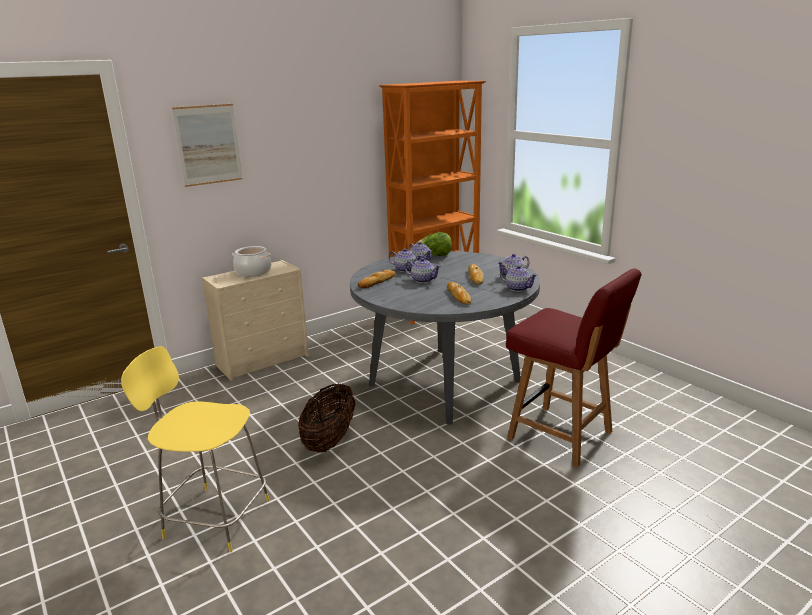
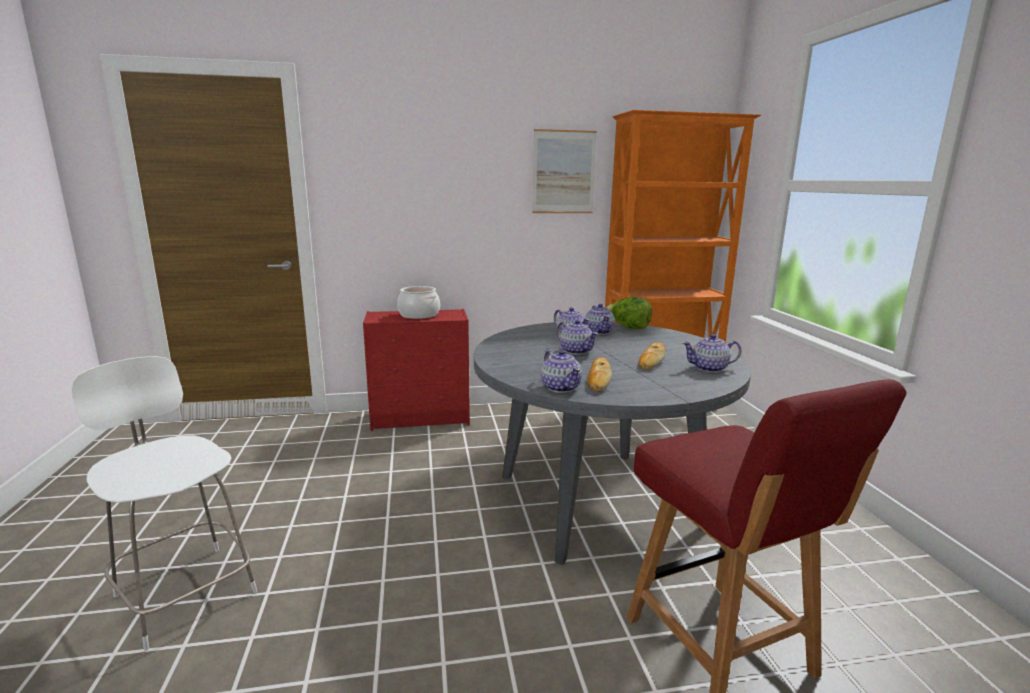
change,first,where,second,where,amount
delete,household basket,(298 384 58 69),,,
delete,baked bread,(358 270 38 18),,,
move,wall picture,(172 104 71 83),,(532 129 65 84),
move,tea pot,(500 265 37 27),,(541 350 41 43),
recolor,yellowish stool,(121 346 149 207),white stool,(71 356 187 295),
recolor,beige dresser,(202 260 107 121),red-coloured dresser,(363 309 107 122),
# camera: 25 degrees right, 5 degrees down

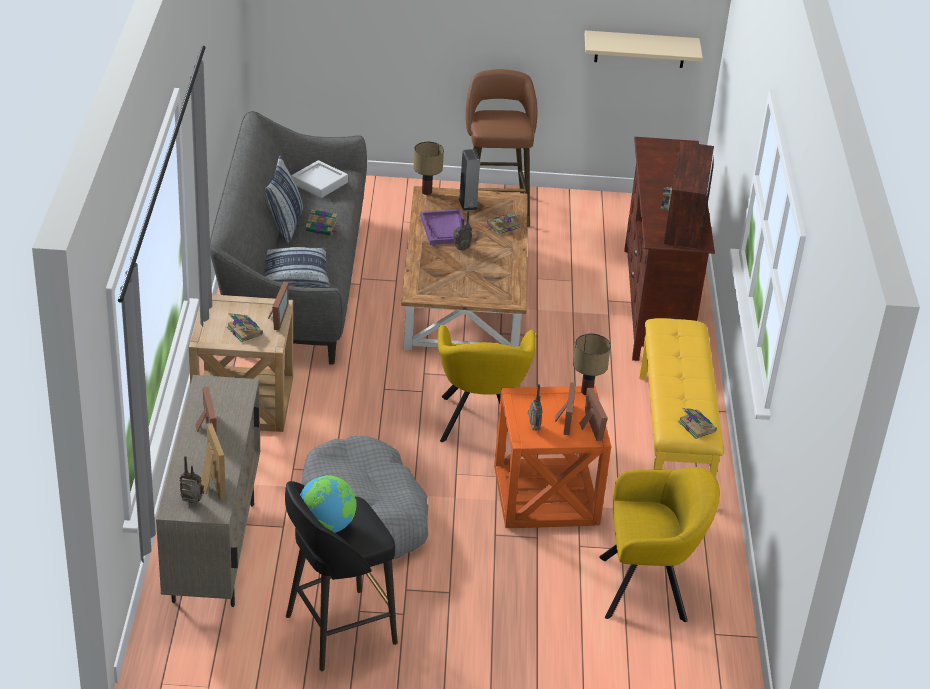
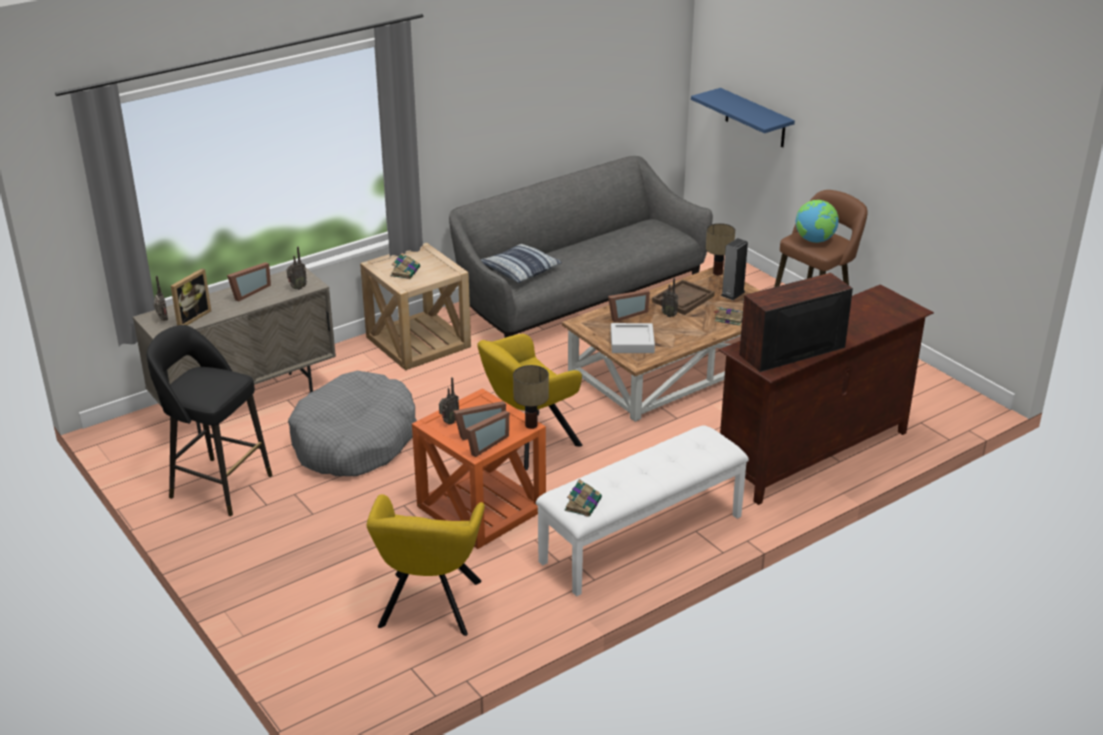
change,first,where,second,where,amount
delete,cushion,(265 156 38 87),,,
delete,bound book,(306 209 32 27),,,
delete,beige shelf,(585 30 118 38),,,
insert,,,radio,(286 247 21 43),
insert,,,bluish shelf,(691 88 104 59),
move,picture frame,(268 282 21 48),,(608 290 42 32),
move,grey serving tray,(292 160 56 38),,(611 323 44 30),
move,world globe,(300 475 57 58),,(796 200 43 43),
recolor,purplish serving tray,(420 209 46 36),brown serving tray,(652 279 63 36),
recolor,yellowish long seat,(639 318 84 160),white long seat,(536 425 213 172),
rotate,yellowish easy chair,(599 467 121 155),,(366 494 119 142),45 degrees clockwise
# camera: 55 degrees right, 5 degrees down

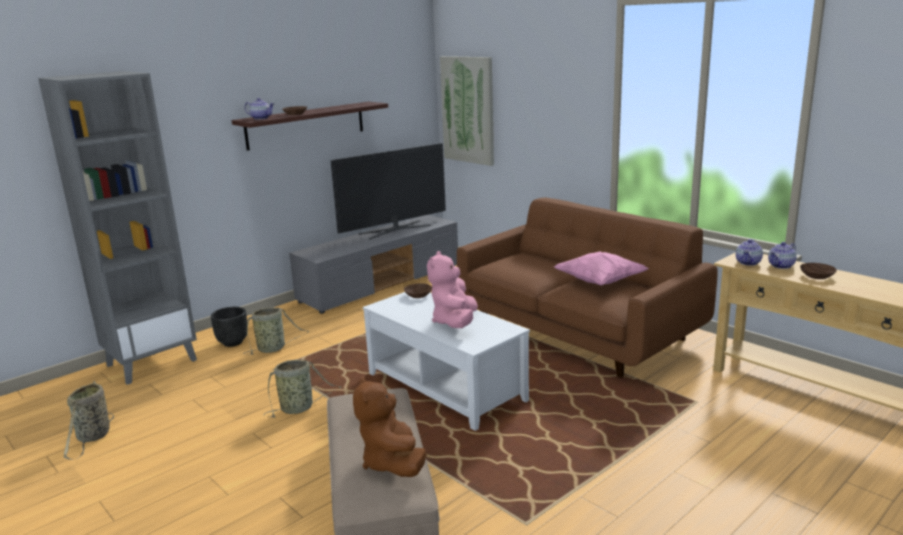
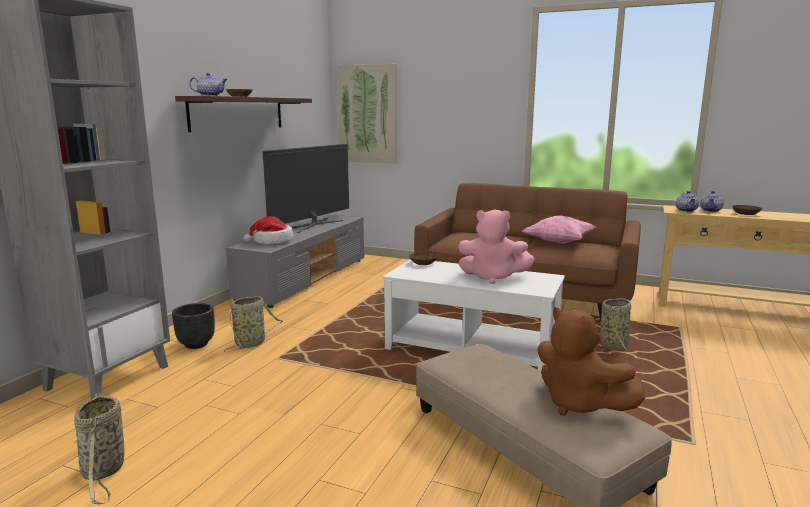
change,first,where,second,where,amount
insert,,,clothing hat,(244 216 50 28),
move,household basket,(263 360 79 58),,(600 298 31 56),
rotate,pink cuddly toy,(427 251 51 77),,(458 209 77 75),60 degrees counterclockwise
# camera: 25 degrees left, 5 degrees down

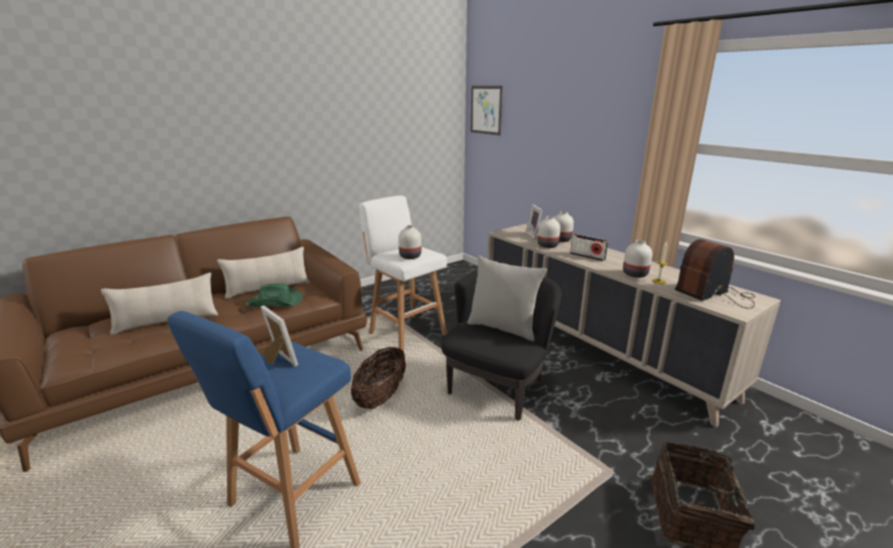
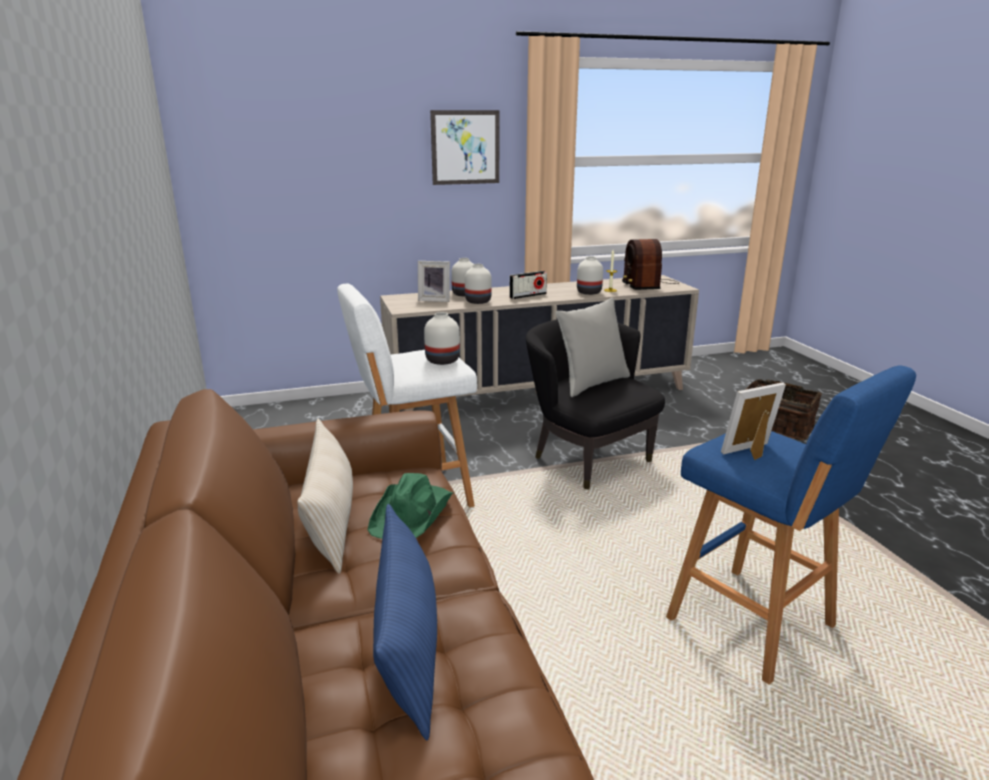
change,first,where,second,where,amount
delete,household basket,(351 347 55 62),,,
move,wall picture,(471 86 32 50),,(430 110 69 75),
recolor,beige cushion,(101 273 117 62),bluish cushion,(373 504 64 236),
# camera: 70 degrees left, 0 degrees up

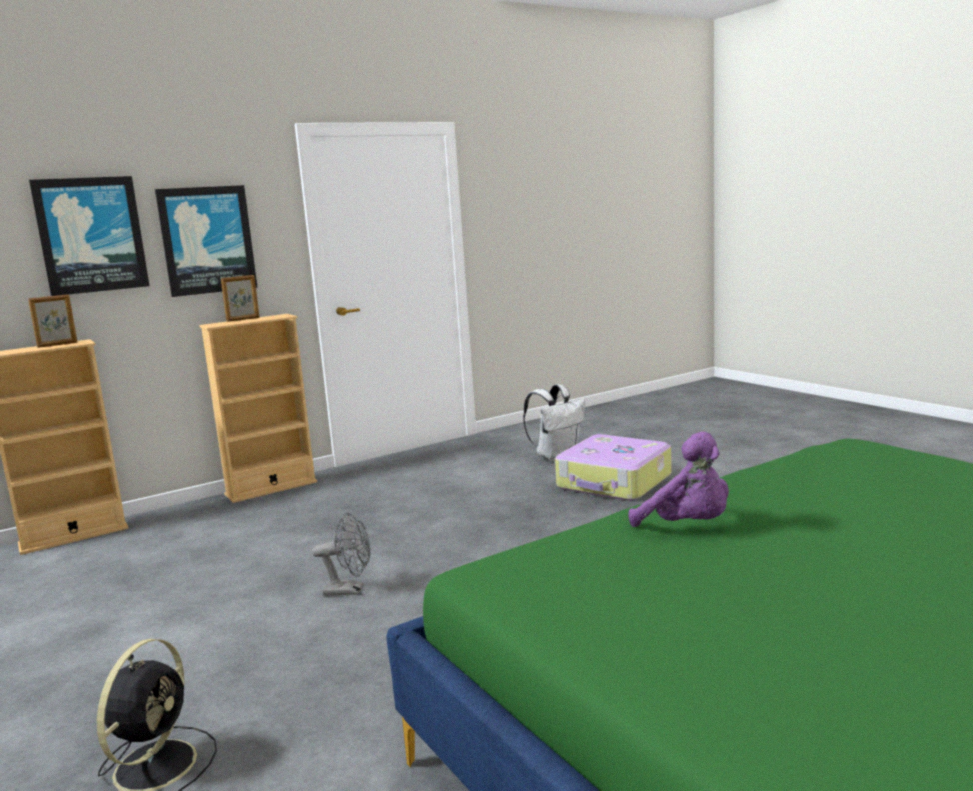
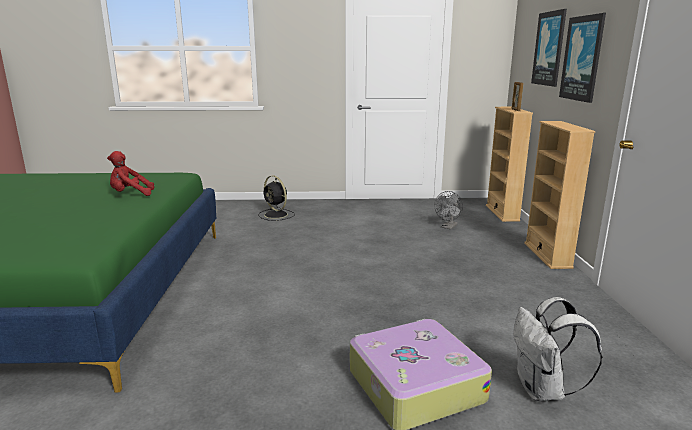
change,first,where,second,where,amount
delete,picture frame,(221 275 39 47),,,
move,grey electric fan,(312 513 59 82),,(435 191 28 38),
recolor,purplish cuddly toy,(628 432 101 95),red-coloured cuddly toy,(107 151 47 45),
# camera: 120 degrees right, 5 degrees up

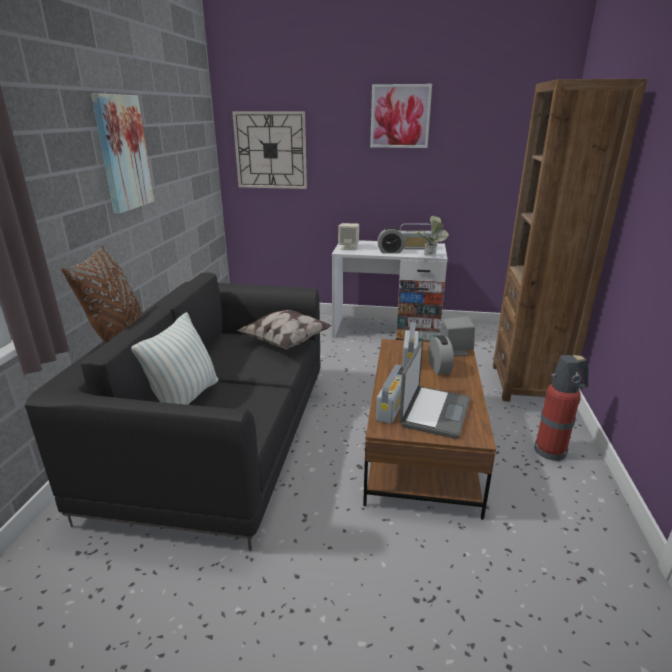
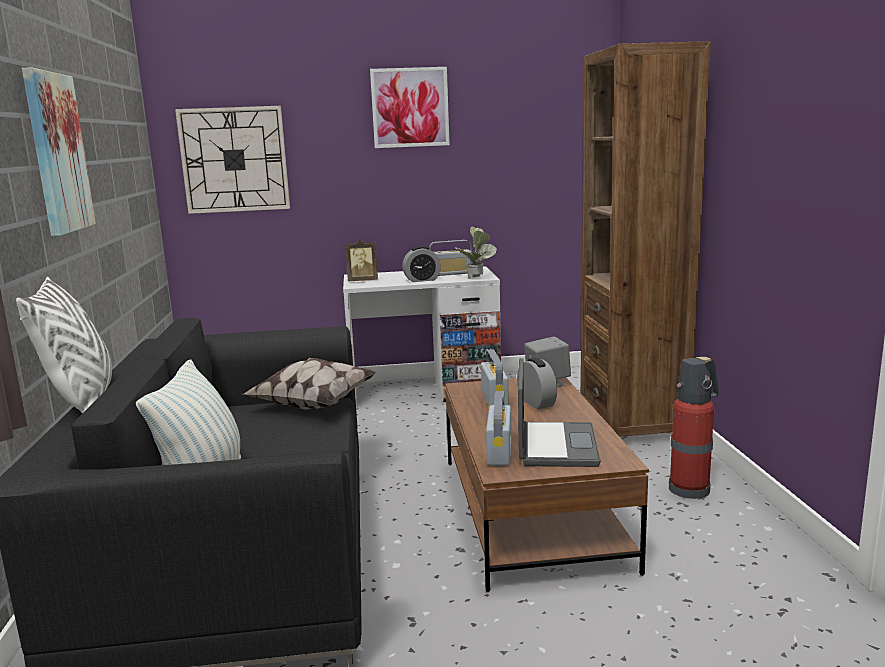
change,first,where,second,where,amount
replace,beige audio speaker,(338 223 21 27),picture frame,(345 239 33 42),
recolor,brown cushion,(61 246 81 96),white cushion,(16 277 96 137),
# camera: 15 degrees left, 10 degrees down

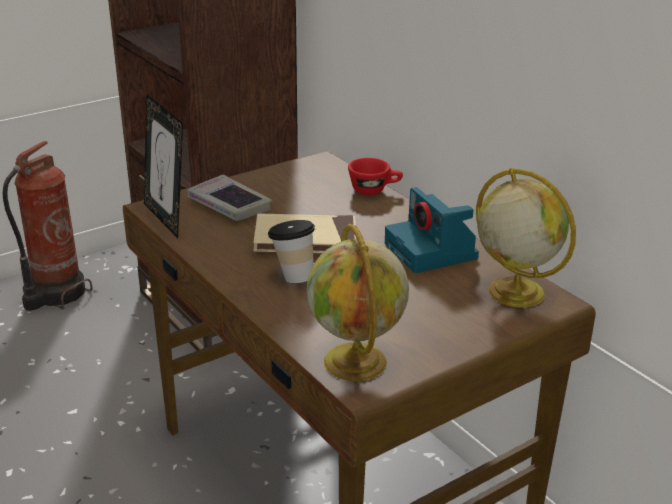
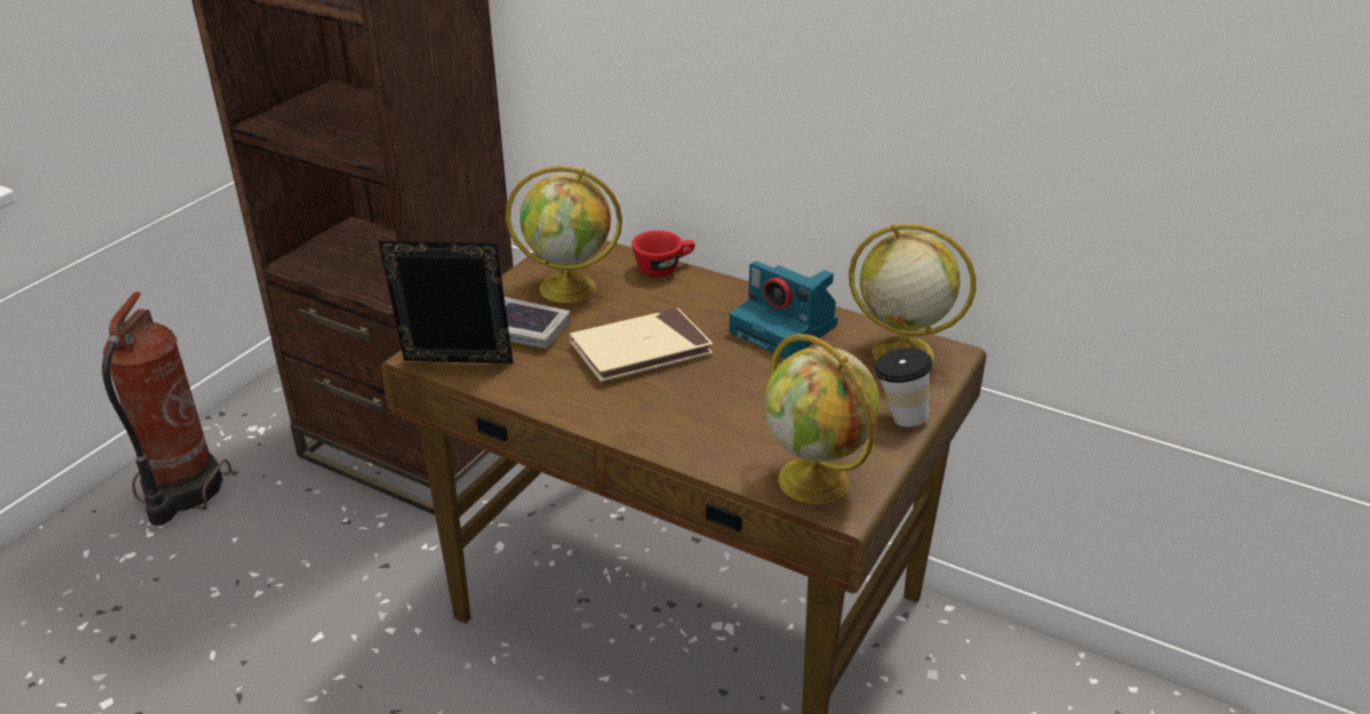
change,first,where,second,where,amount
insert,,,world globe,(505 166 117 137),
move,drinking cup,(268 220 47 63),,(874 348 58 79),
rotate,picture frame,(144 95 39 143),,(378 241 135 123),150 degrees clockwise
# camera: 25 degrees left, 5 degrees up

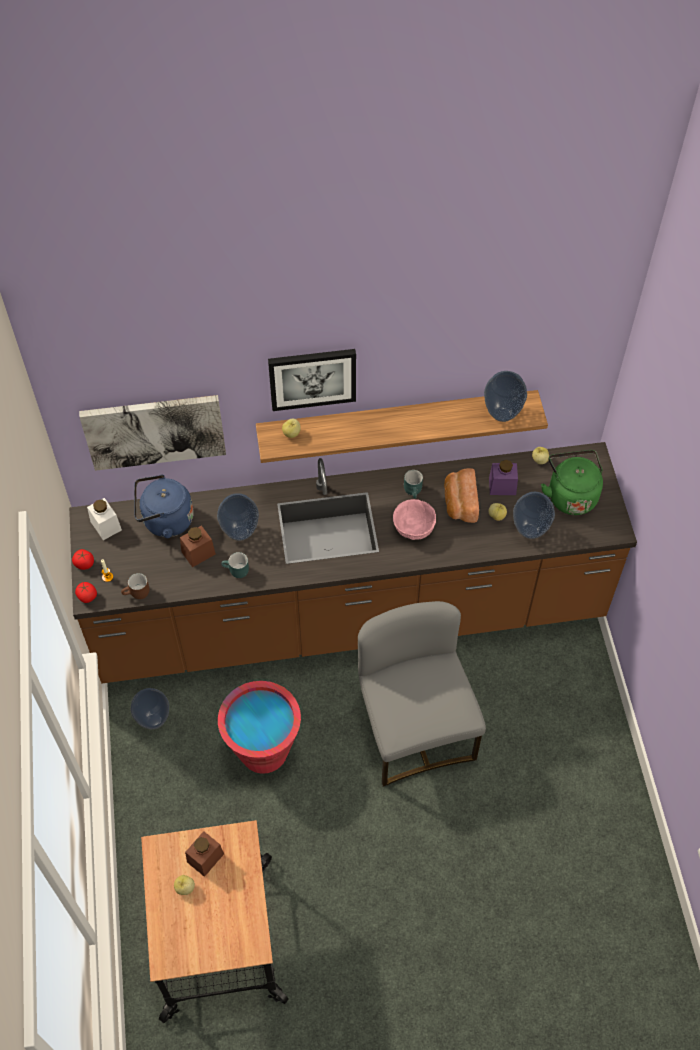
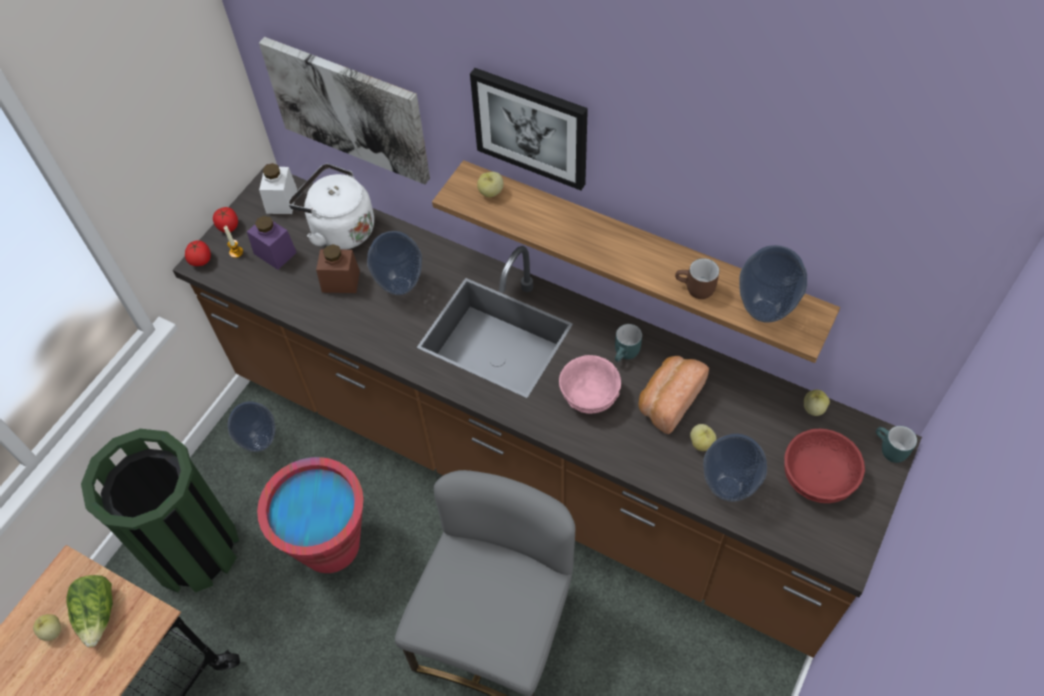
change,first,where,second,where,amount
insert,,,greenish waste bin,(81 429 158 164),
move,brown tea mug,(121 573 28 26),,(675 258 44 41),
move,blue-green tea mug,(221 552 28 26),,(876 426 41 37),
move,purplish preserve jar,(489 460 29 35),,(247 216 50 54),
replace,brown preserve jar,(185 831 39 46),head of lettuce,(66 575 47 72),
replace,greenish tea kettle,(541 450 62 65),red-coloured deep dish,(784 429 81 74),
recolor,bluish tea kettle,(134 475 60 63),white tea kettle,(288 163 86 87),
# camera: 40 degrees right, 0 degrees up

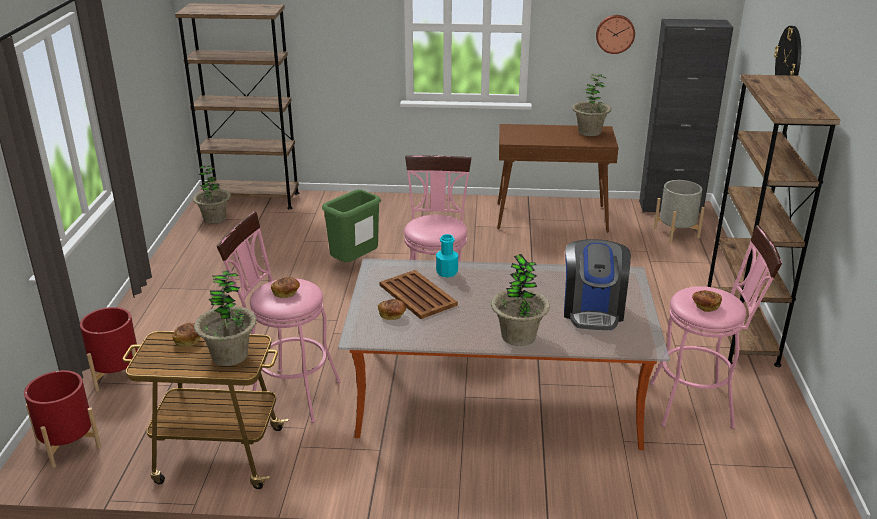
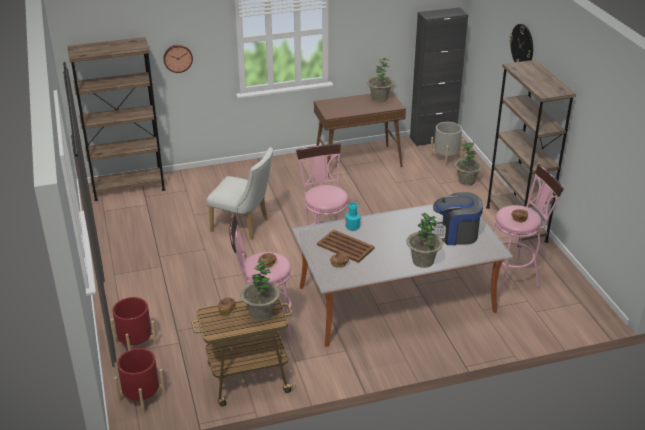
change,first,where,second,where,amount
move,potted plant,(193 165 38 59),,(454 142 29 43),
move,hanging clock,(596 15 39 39),,(163 45 30 28),
replace,greenish waste bin,(322 189 59 73),white upright chair,(207 147 66 93),
rotate,coffee maker,(564 239 67 91),,(431 192 52 53),105 degrees clockwise
# camera: 20 degrees left, 5 degrees up

